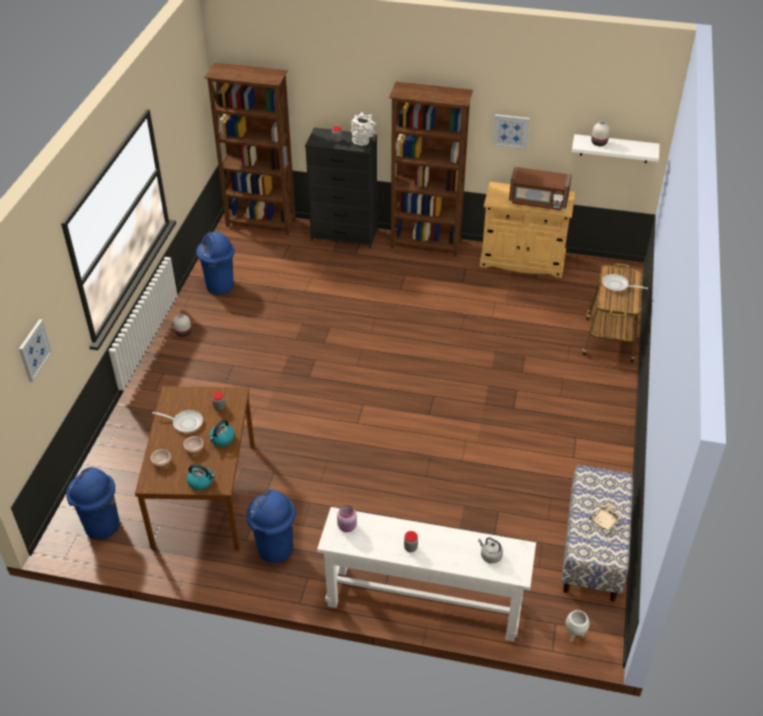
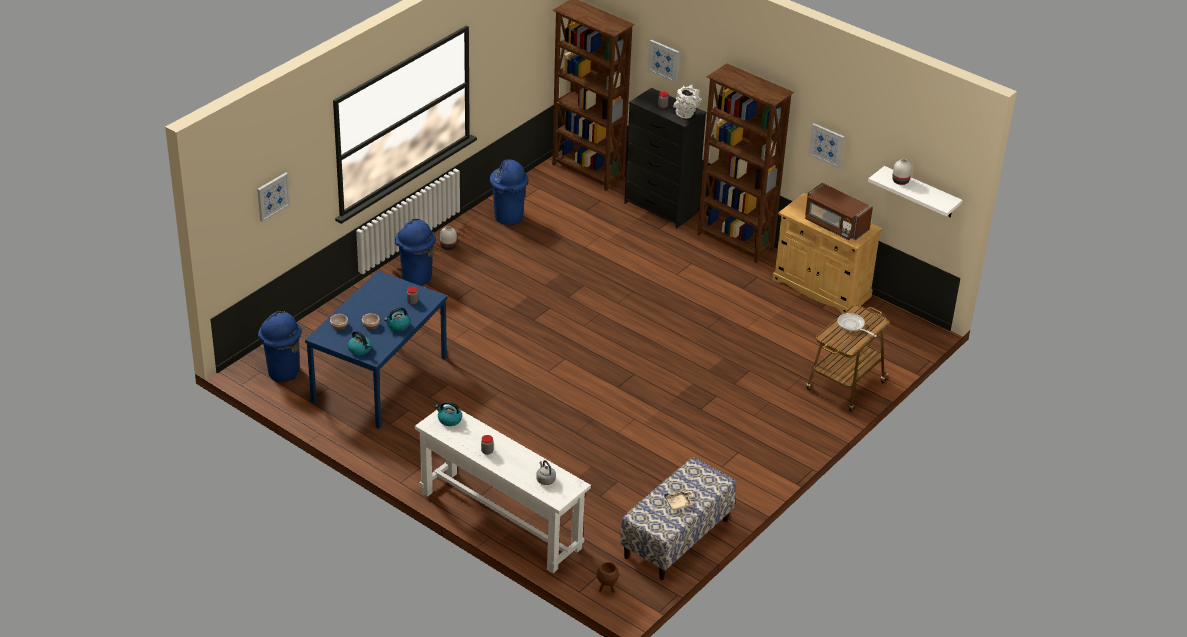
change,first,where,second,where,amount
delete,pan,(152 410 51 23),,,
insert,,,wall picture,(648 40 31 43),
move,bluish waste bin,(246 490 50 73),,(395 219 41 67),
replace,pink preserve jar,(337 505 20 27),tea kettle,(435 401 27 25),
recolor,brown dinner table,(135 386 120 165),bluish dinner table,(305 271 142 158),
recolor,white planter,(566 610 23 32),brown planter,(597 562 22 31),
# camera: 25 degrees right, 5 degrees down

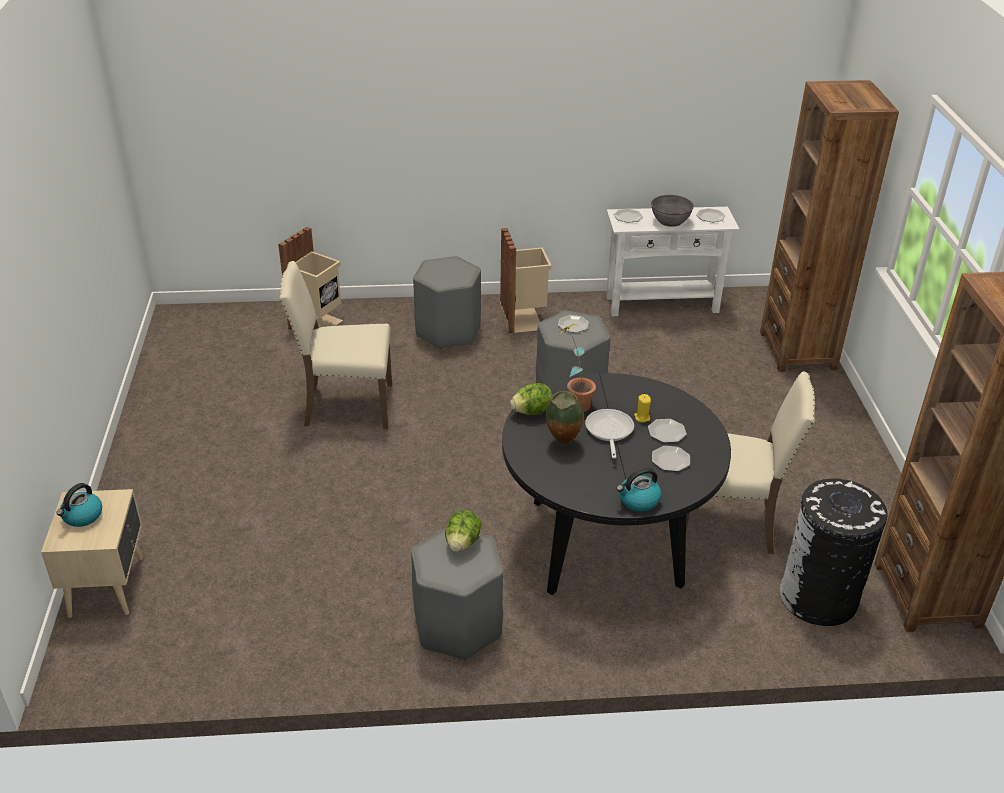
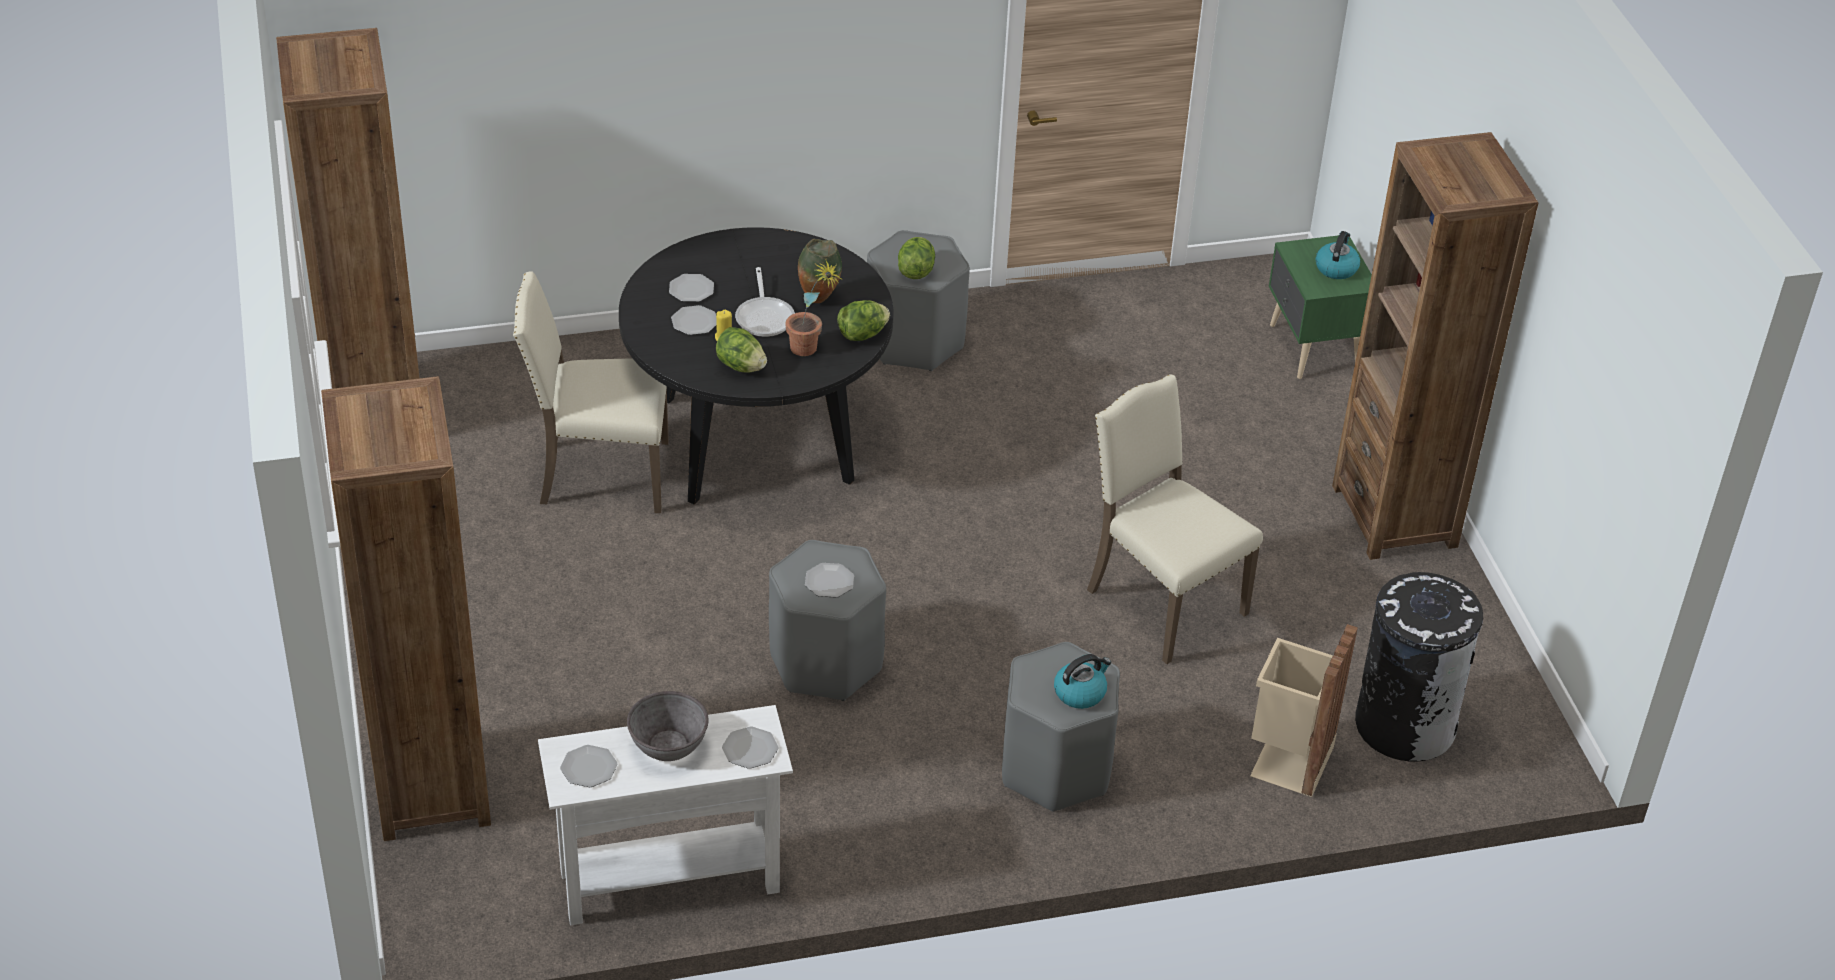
change,first,where,second,where,amount
delete,beige waste bin,(500 228 52 106),,,
insert,,,head of lettuce,(716 327 51 46),
insert,,,brown bookshelf,(1332 132 207 428),
move,tea kettle,(616 468 46 43),,(1054 654 57 55),
move,black-coloured waste bin,(779 479 109 147),,(1355 572 128 190),
recolor,beige nightstand,(41 489 102 129),greenish nightstand,(1269 235 103 144),
rotate,beige upright chair,(279 261 113 168),,(1087 375 176 289),120 degrees counterclockwise
# camera: 170 degrees right, 5 degrees up

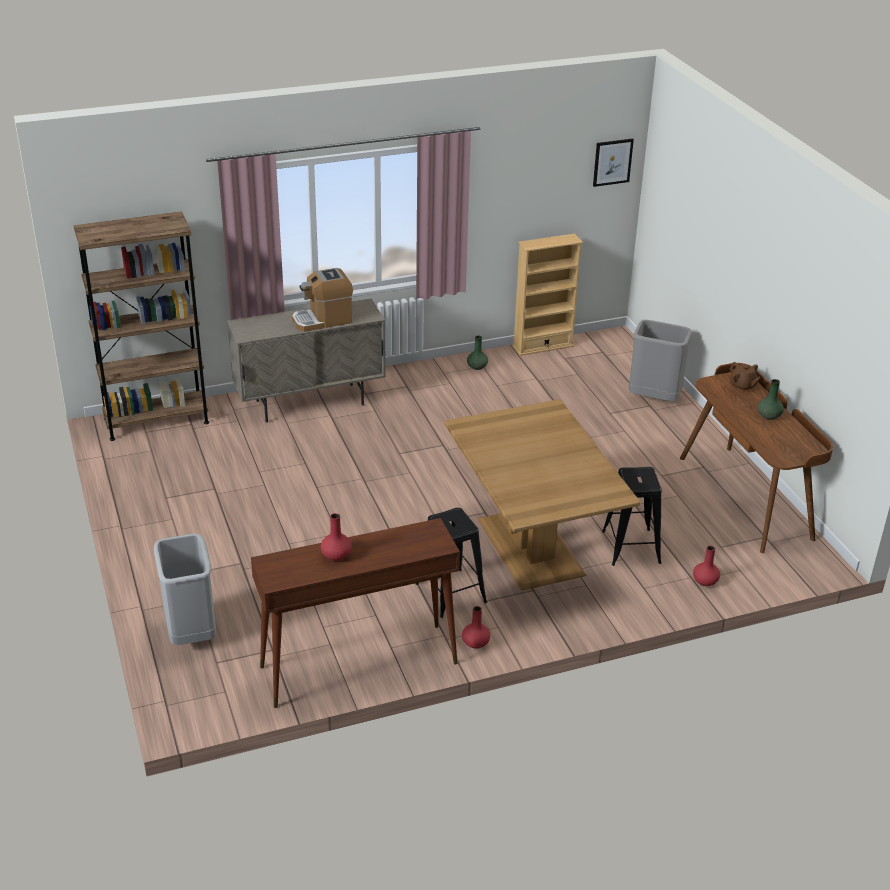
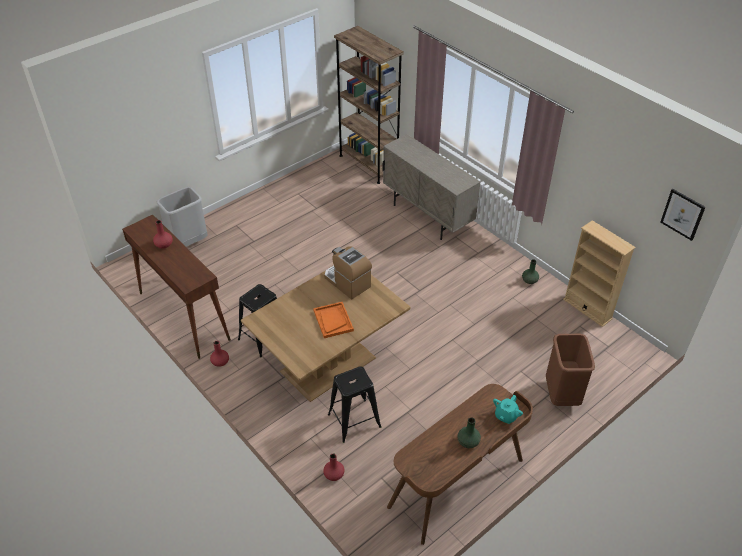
change,first,where,second,where,amount
insert,,,orangey serving tray,(313 302 41 36),
move,coffee maker,(292 268 61 64),,(324 246 48 54),
recolor,grey waste bin,(629 320 63 81),brown waste bin,(546 334 49 72),
recolor,brown tea pot,(730 362 31 30),blue-green tea pot,(493 395 30 29),
# camera: 70 degrees right, 10 degrees up

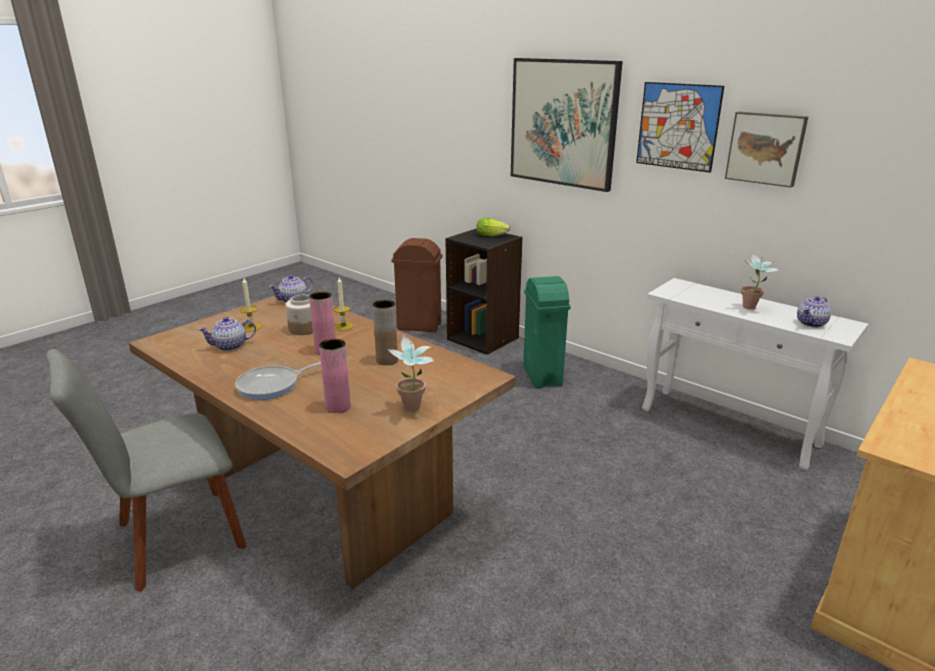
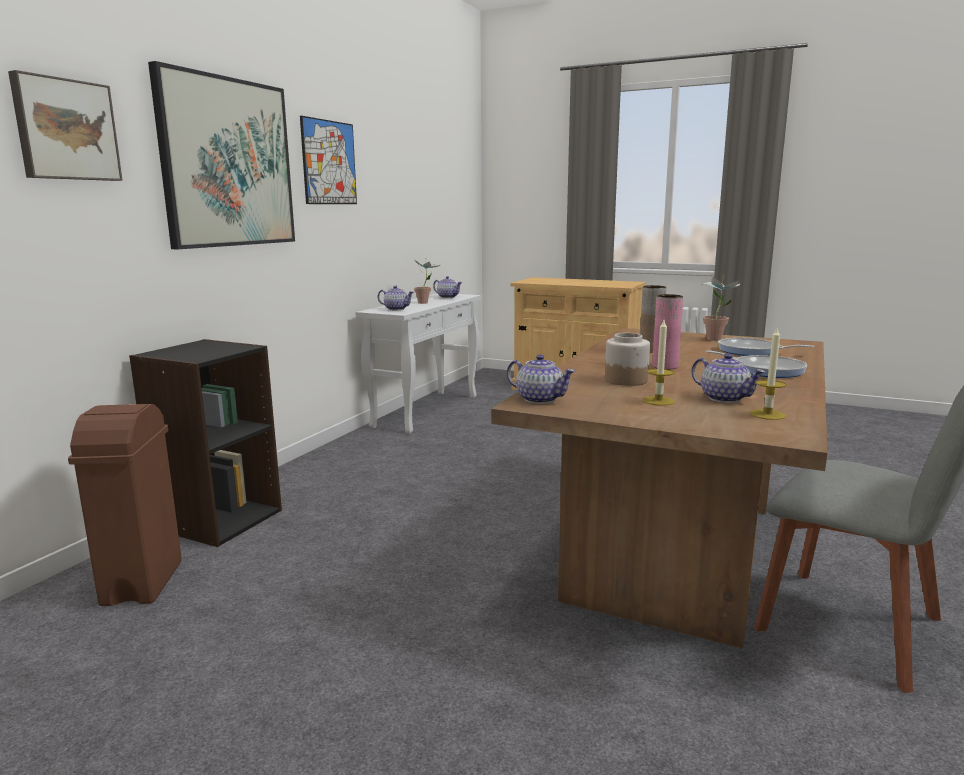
change,first,where,second,where,amount
delete,head of lettuce,(476 218 34 18),,,
delete,greenish waste bin,(523 276 48 112),,,
insert,,,tea pot,(378 286 36 24),
move,candle,(333 277 20 54),,(750 328 37 92),
move,wall picture,(725 112 83 76),,(8 70 115 111),
replace,pink vase,(319 339 32 74),pan,(718 338 96 18),
# camera: 105 degrees left, 10 degrees down

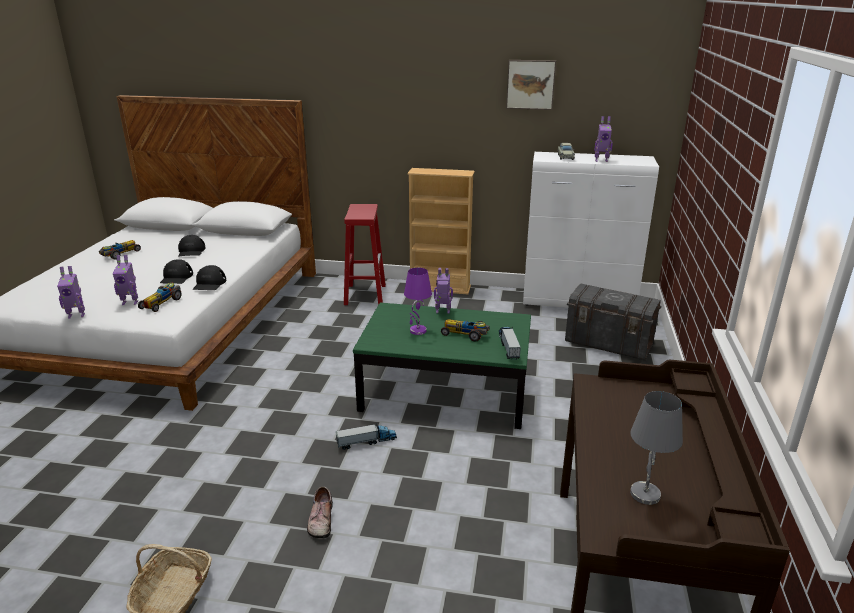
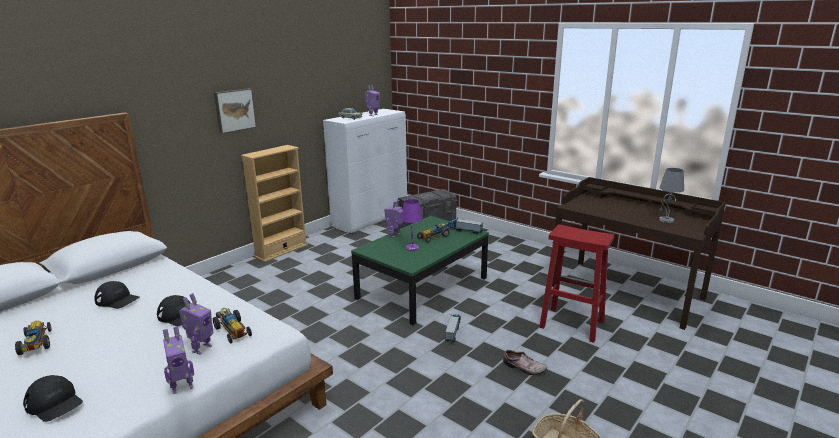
change,first,where,second,where,amount
move,black-coloured cap,(193 265 33 25),,(23 375 60 47),
move,red-coloured stool,(344 204 42 101),,(539 224 75 119),
move,wall picture,(506 60 50 50),,(214 88 43 46),
rotate,toy robot,(57 266 28 53),,(163 326 31 68),45 degrees clockwise
# camera: 60 degrees left, 5 degrees down

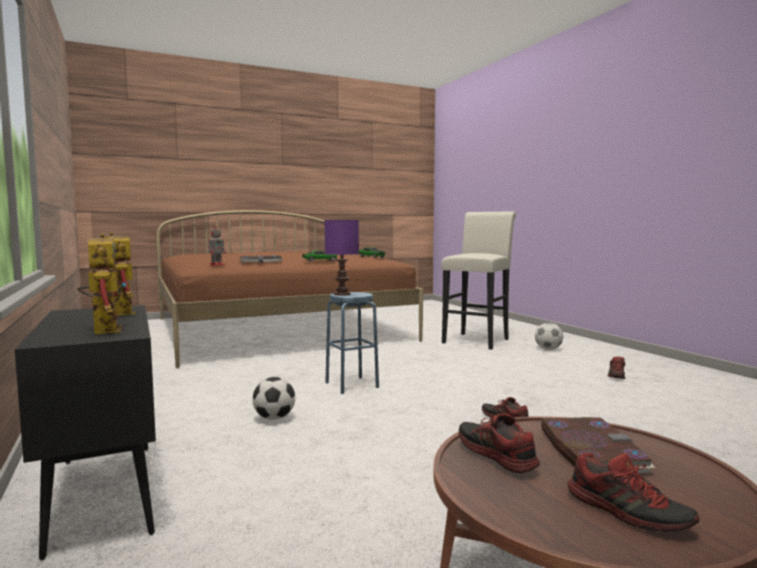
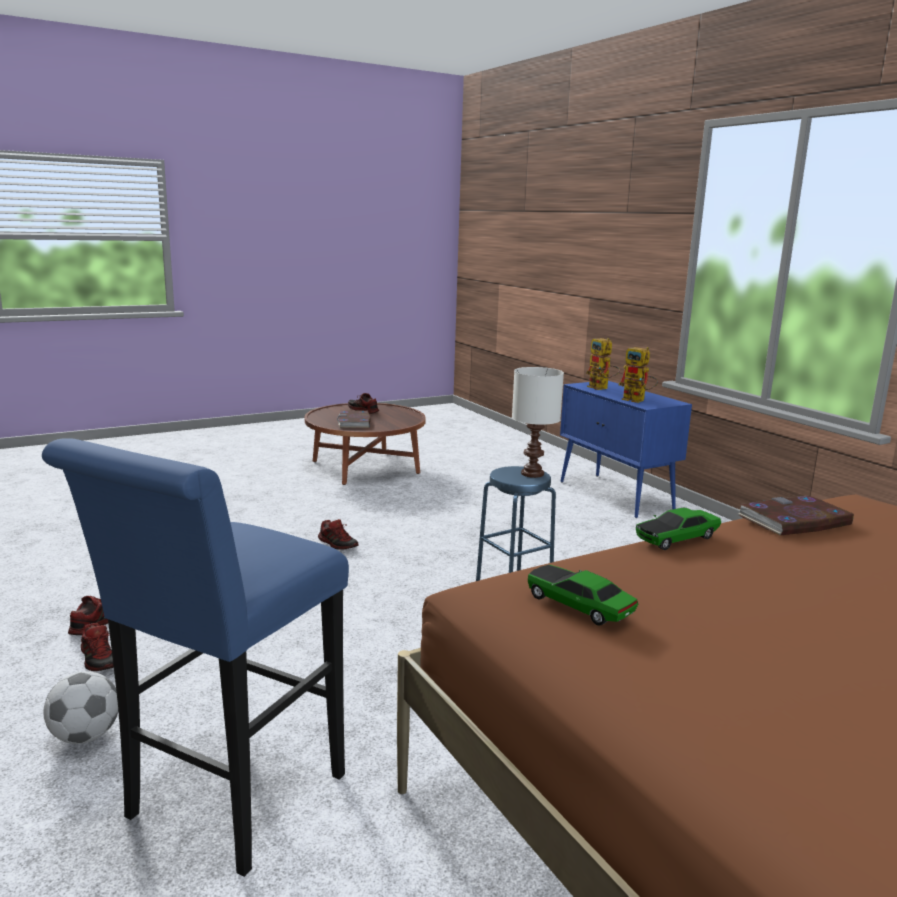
change,first,where,second,where,amount
delete,toy robot,(208 226 18 40),,,
delete,football,(253 377 42 43),,,
move,item of footwear,(459 414 81 59),,(81 623 33 48),
recolor,black-coloured storage cabinet,(15 305 141 255),bluish storage cabinet,(560 381 132 137),
recolor,purplish table lamp,(325 220 34 76),white table lamp,(512 367 52 111),
recolor,white stool,(441 211 75 139),bluish stool,(42 438 307 439),
# camera: 175 degrees right, 10 degrees up

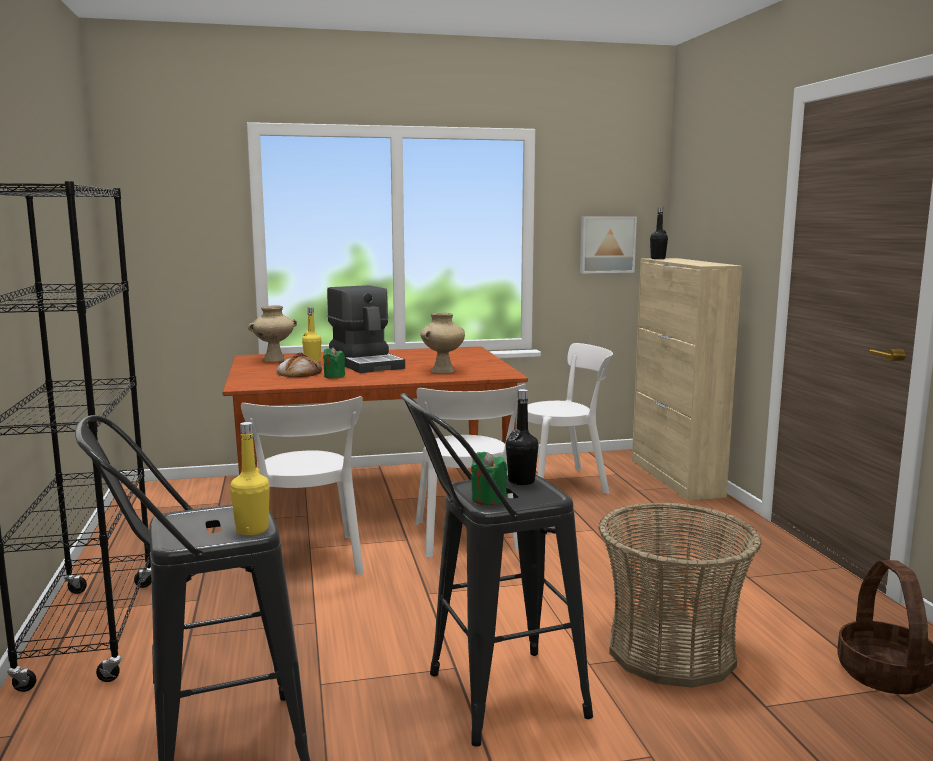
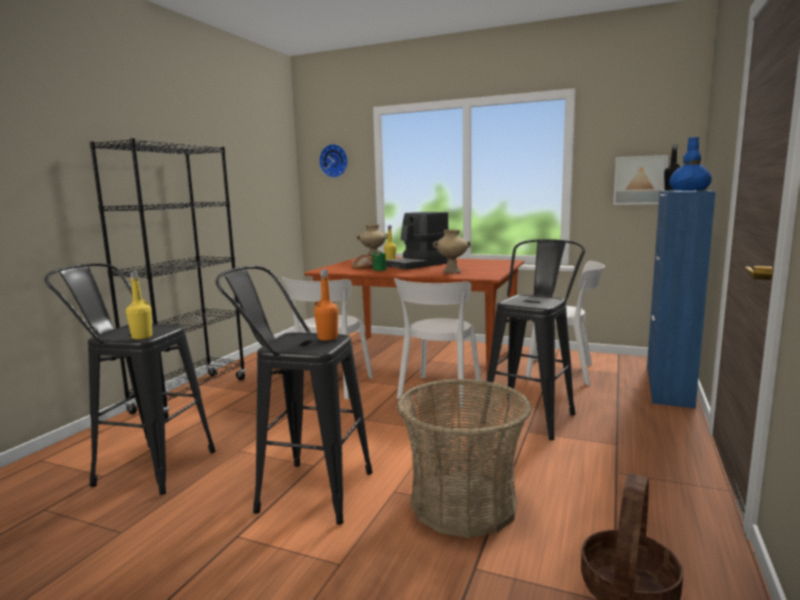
change,first,where,second,where,amount
delete,greenish candle,(471 452 36 53),,,
insert,,,hanging clock,(319 144 29 34),
insert,,,black-coloured stool,(481 239 104 201),
insert,,,bluish vase,(669 137 43 54),
recolor,black-coloured beverage bottle,(506 389 32 96),orangey beverage bottle,(314 269 24 72),
recolor,beige storage cabinet,(632 258 110 243),bluish storage cabinet,(647 190 69 218),
rotate,coffee maker,(327 285 78 88),,(386 212 62 58),45 degrees clockwise
# camera: 35 degrees right, 0 degrees up

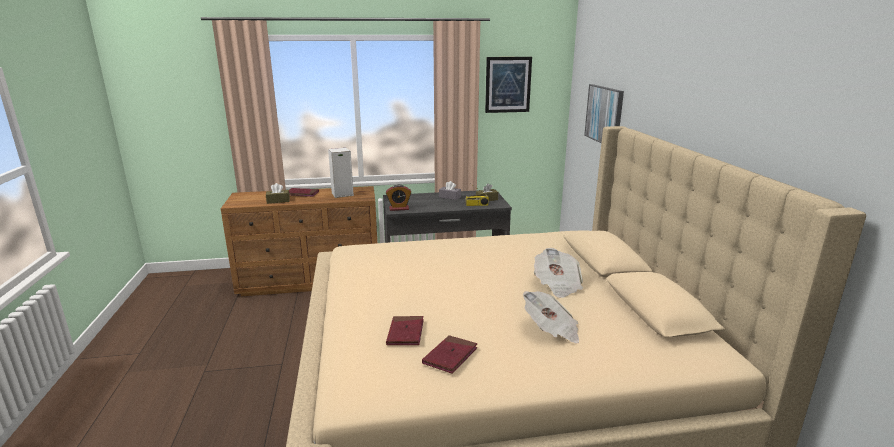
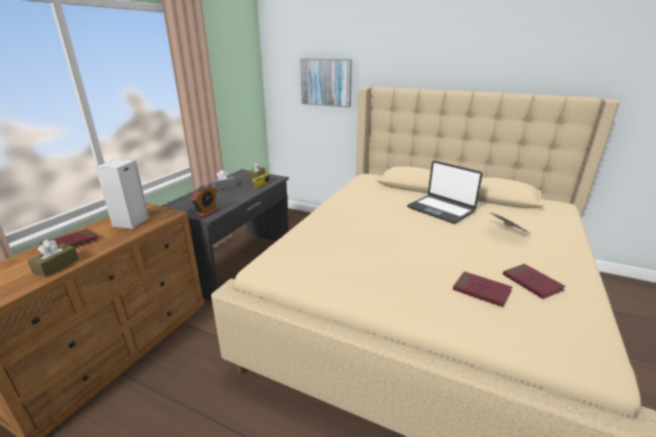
change,first,where,second,where,amount
delete,wall picture,(485 57 47 56),,,
replace,printed paper,(534 248 49 50),laptop,(407 161 76 62),
# camera: 55 degrees left, 5 degrees up

